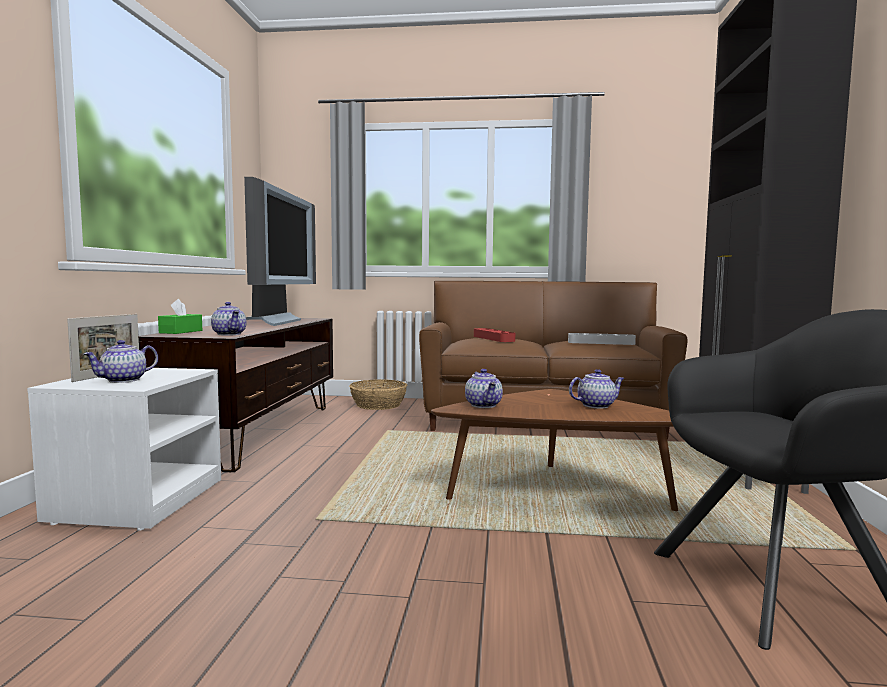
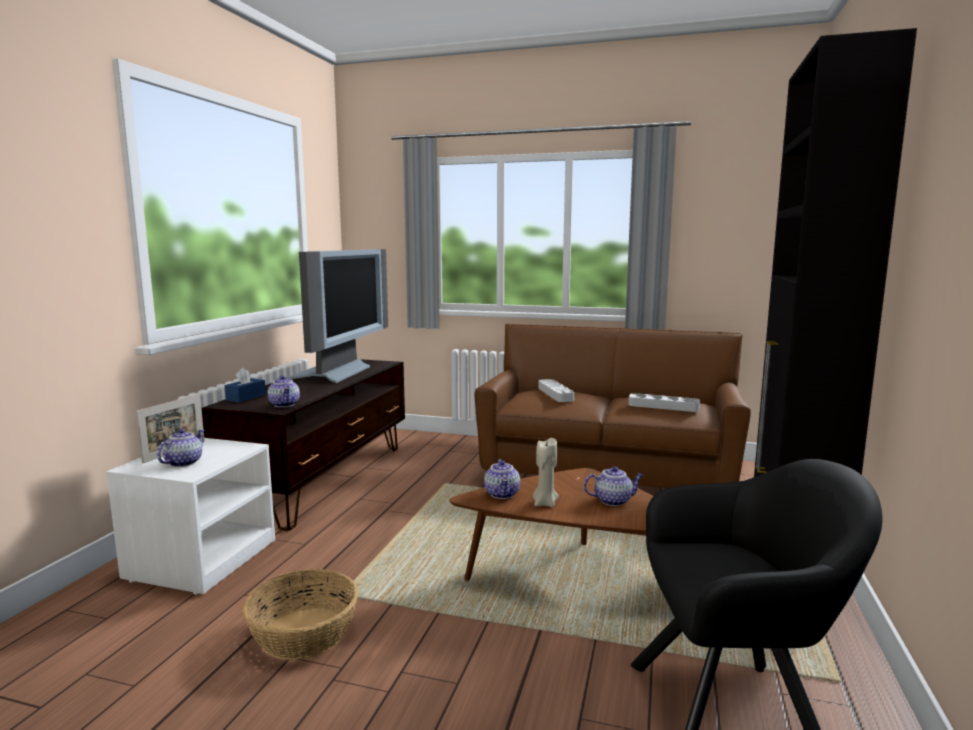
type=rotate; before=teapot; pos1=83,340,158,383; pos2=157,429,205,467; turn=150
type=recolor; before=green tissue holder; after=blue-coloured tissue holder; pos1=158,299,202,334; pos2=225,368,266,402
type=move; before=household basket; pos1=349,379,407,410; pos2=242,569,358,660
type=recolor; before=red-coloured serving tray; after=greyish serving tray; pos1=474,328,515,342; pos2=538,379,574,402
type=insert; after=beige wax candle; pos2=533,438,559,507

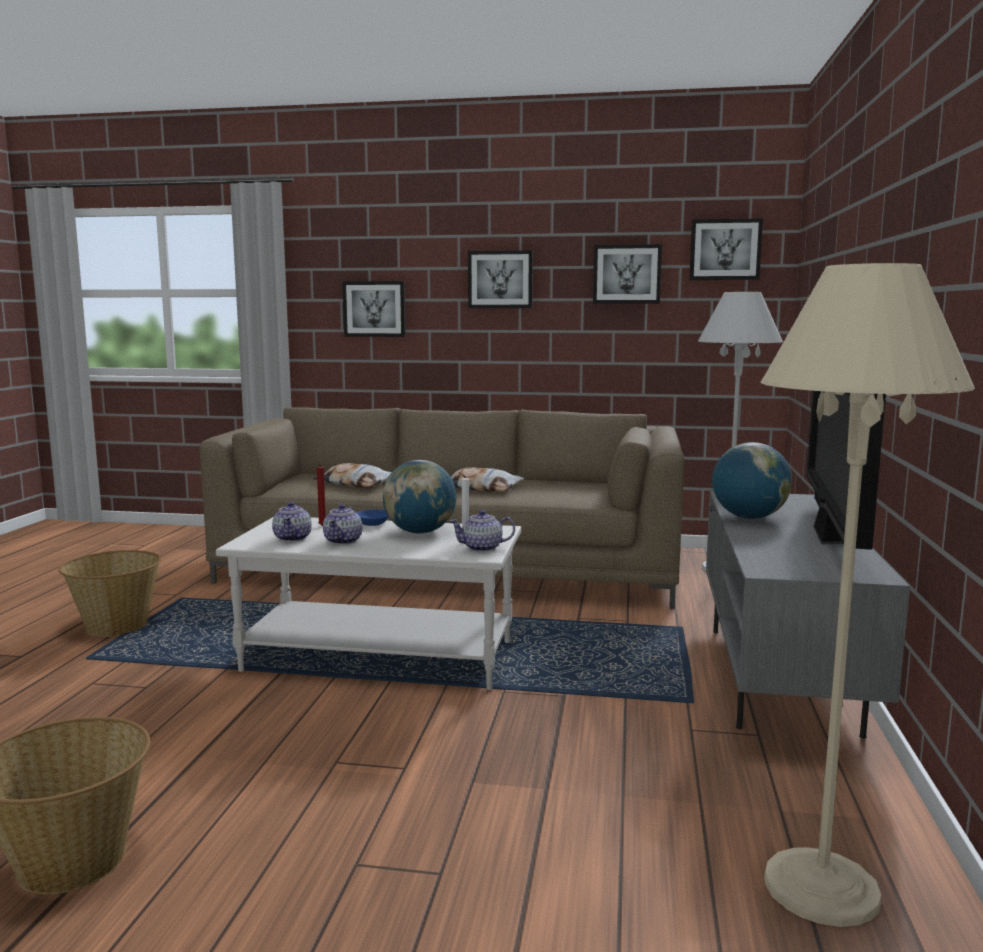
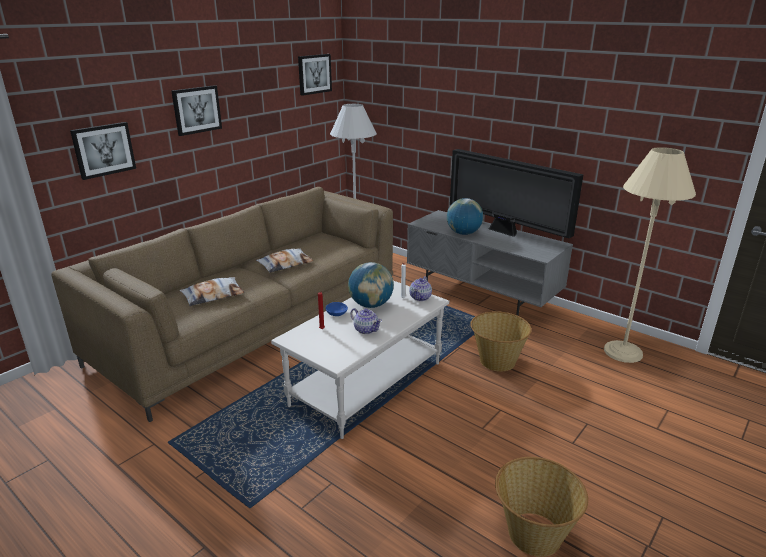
type=move; before=household basket; pos1=58,550,161,637; pos2=470,311,532,372
type=delete; before=teapot; pos1=272,502,312,542
type=delete; before=wall picture; pos1=593,244,662,304

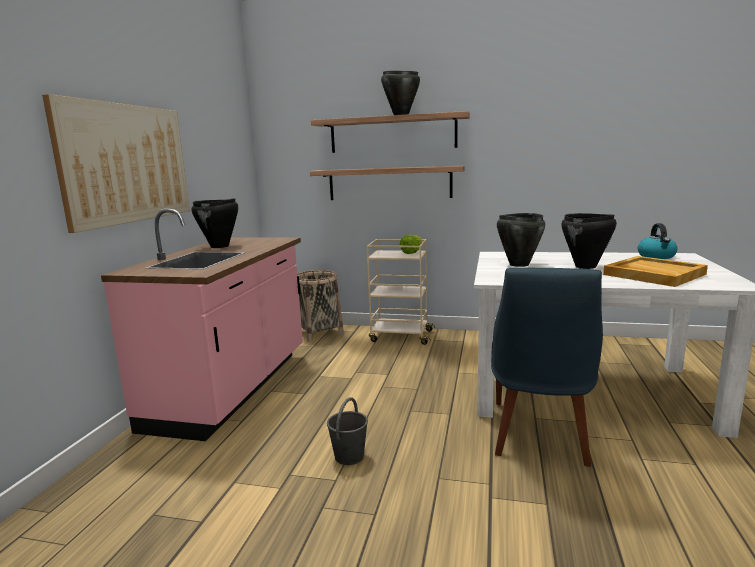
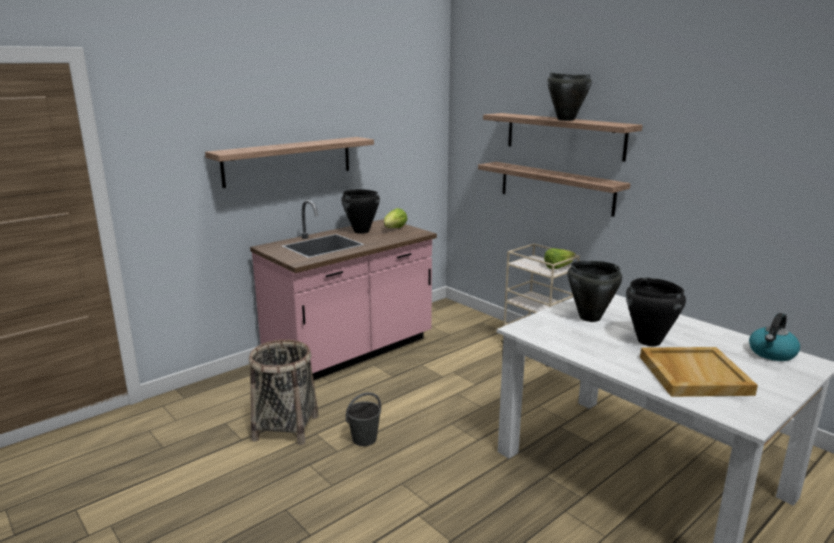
type=replace; before=wall picture; after=shelf; pos1=42,94,190,233; pos2=205,137,374,188
type=move; before=household basket; pos1=297,270,344,342; pos2=249,340,319,445
type=delete; before=blue-coloured upright chair; pos1=491,267,603,467
type=insert; after=head of lettuce; pos2=384,208,408,228

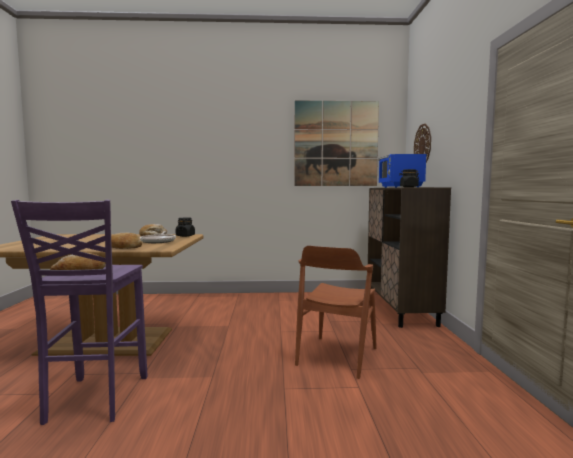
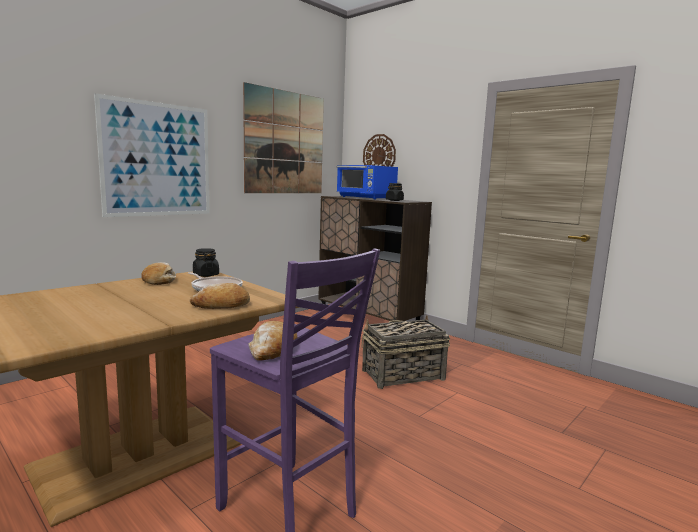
type=replace; before=brown-coloured upright chair; after=household basket; pos1=295,246,377,379; pos2=361,315,450,389
type=insert; after=wall picture; pos2=94,93,210,217

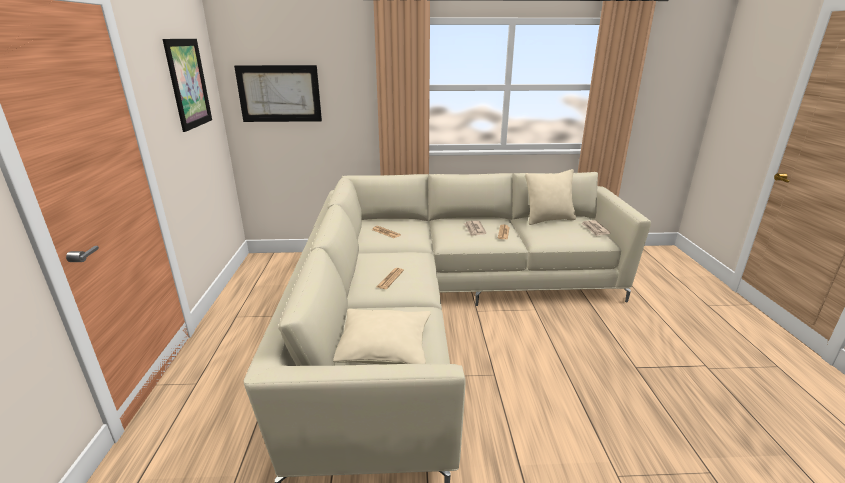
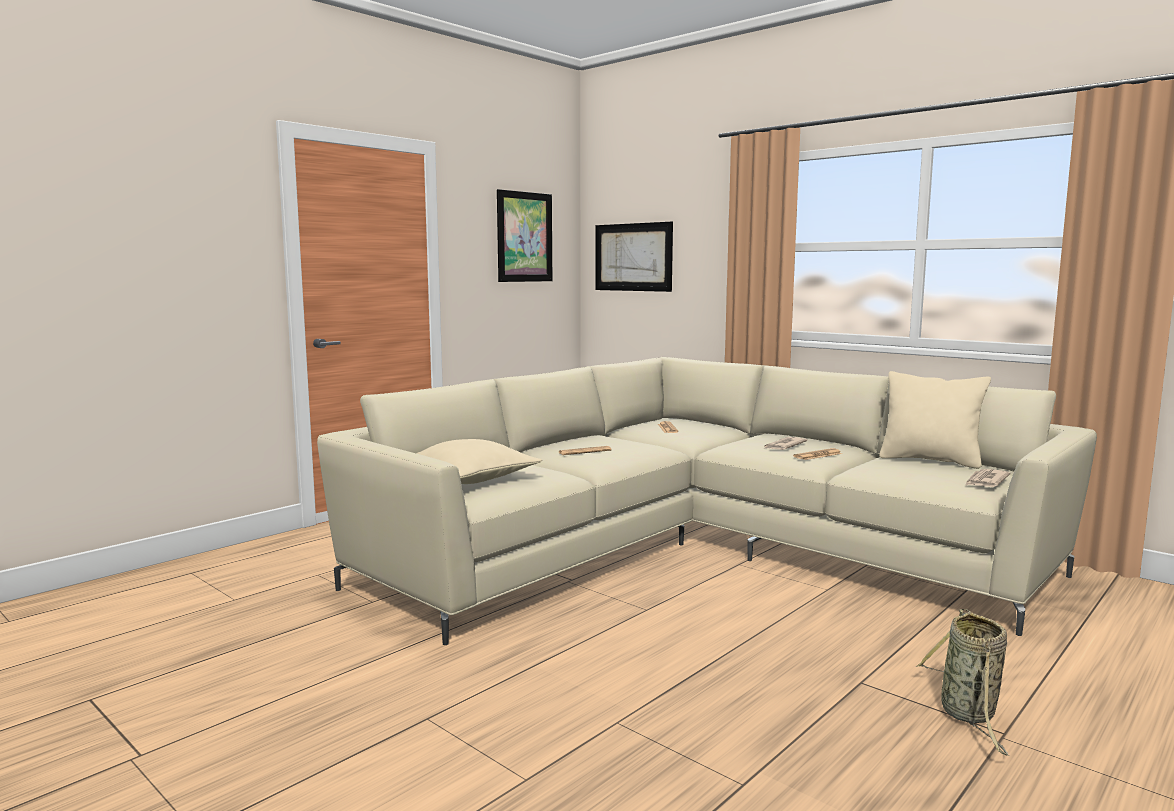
type=insert; after=household basket; pos2=916,609,1010,756

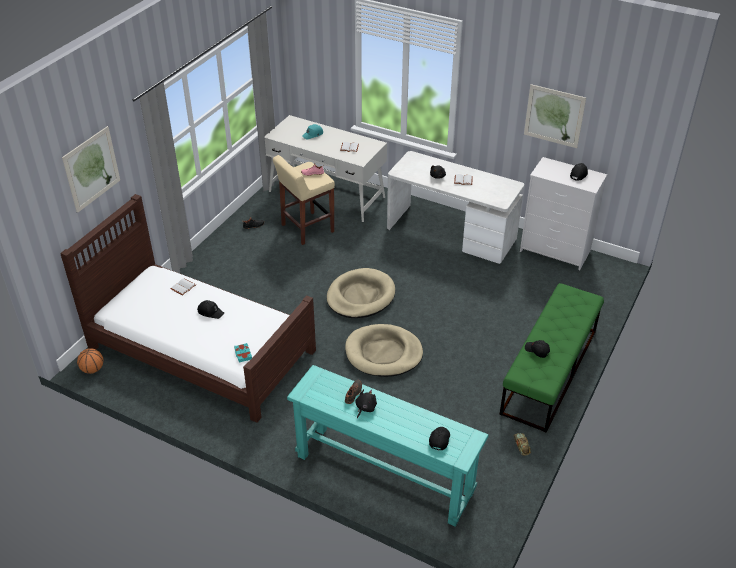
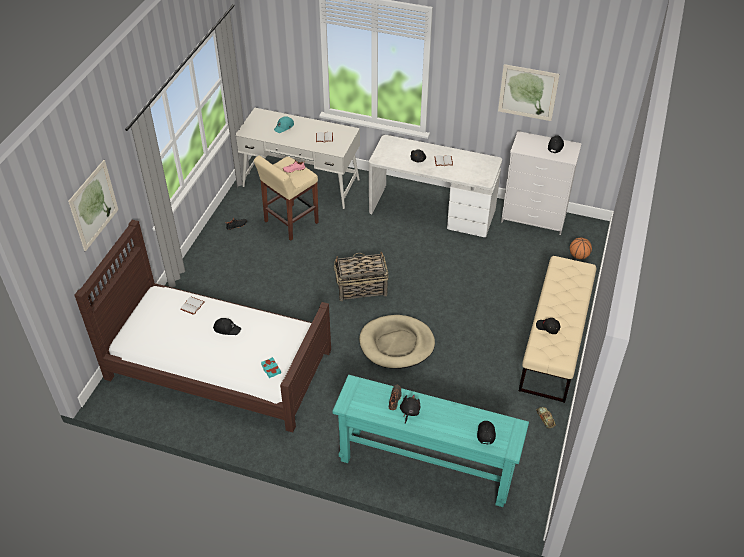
type=move; before=ball for basketball; pos1=77,348,103,374; pos2=570,238,592,259
type=replace; before=beige dog cushion; after=household basket; pos1=327,268,395,318; pos2=334,251,388,301
type=recolor; before=green long seat; after=beige long seat; pos1=500,283,604,433; pos2=519,256,597,403

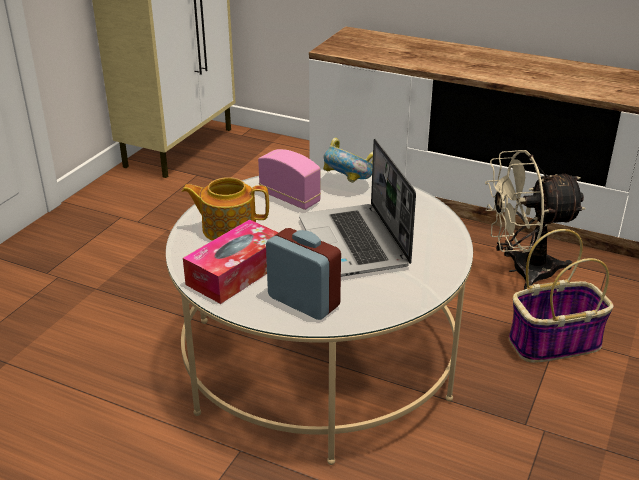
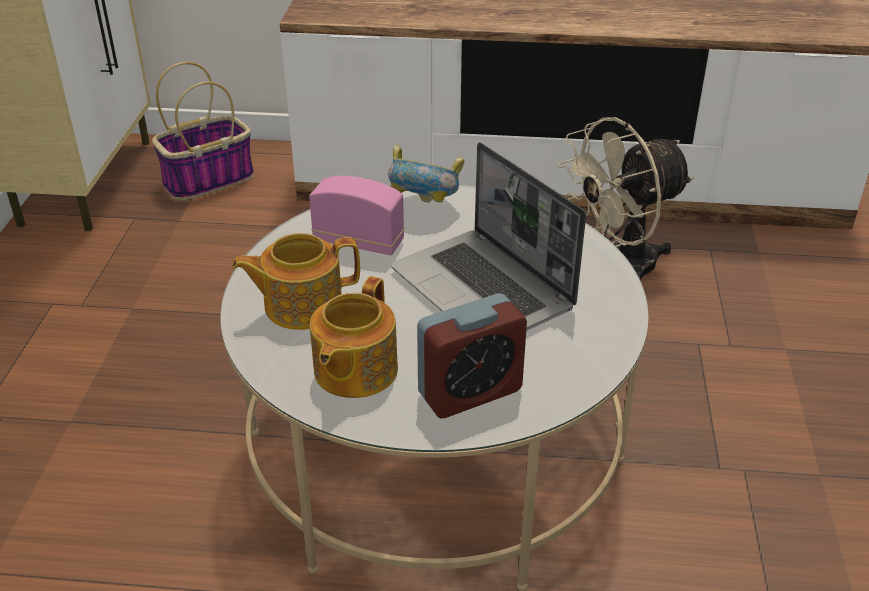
type=replace; before=tissue holder; after=teapot; pos1=183,219,278,304; pos2=310,276,398,398
type=rotate; before=alarm clock; pos1=266,228,341,320; pos2=417,293,527,418; turn=135
type=move; before=household basket; pos1=509,229,614,363; pos2=152,62,254,201

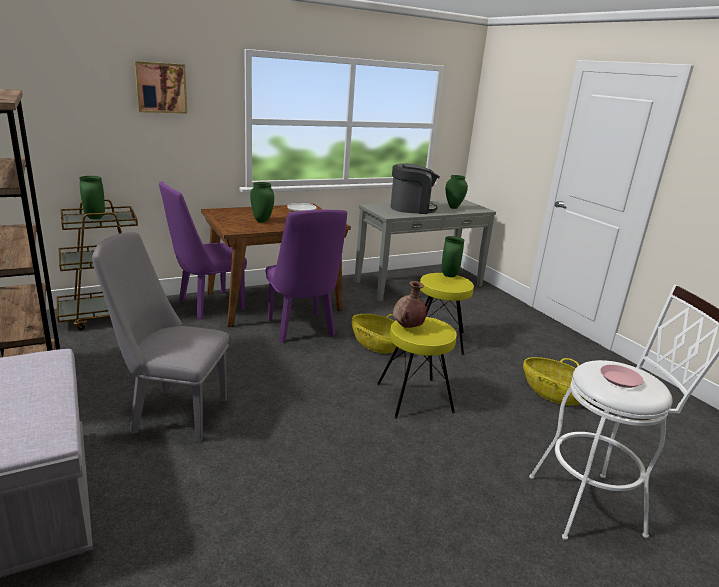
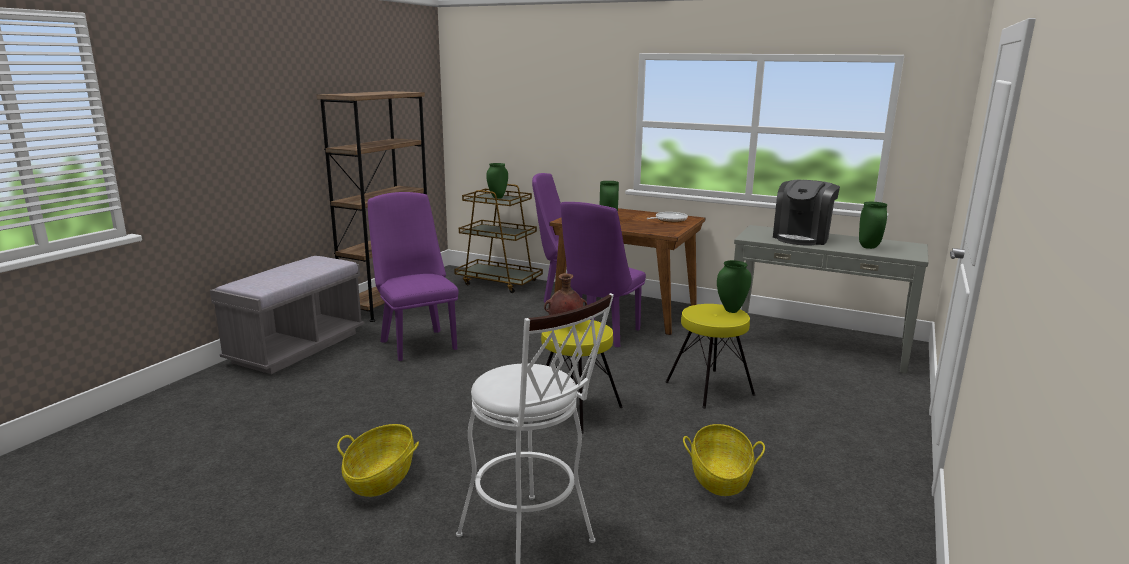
type=recolor; before=greyish upright chair; after=purplish upright chair; pos1=92,232,229,442; pos2=368,192,458,361
type=delete; before=wall picture; pos1=134,61,187,114
type=move; before=household basket; pos1=352,314,397,354; pos2=337,424,419,497
type=rotate; before=coffee brewer; pos1=390,163,440,214; pos2=773,180,840,246; turn=75
type=delete; before=pink plate; pos1=600,365,644,388

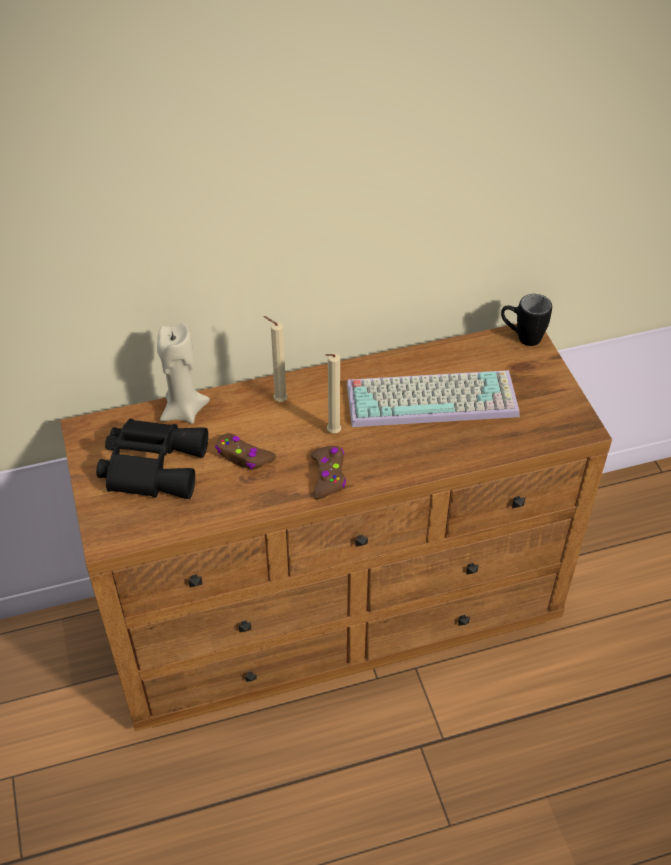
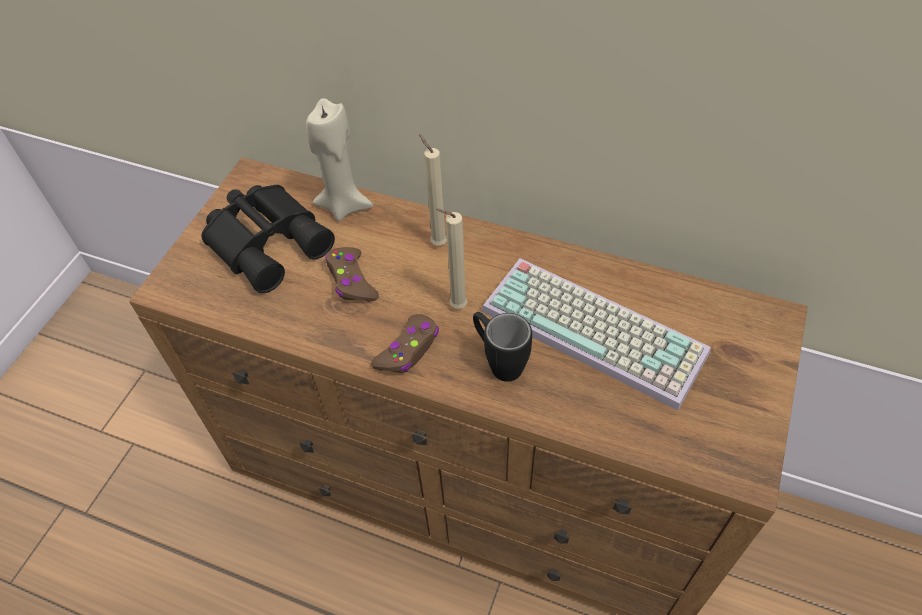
type=move; before=black-coloured tea mug; pos1=501,294,552,346; pos2=473,312,532,382

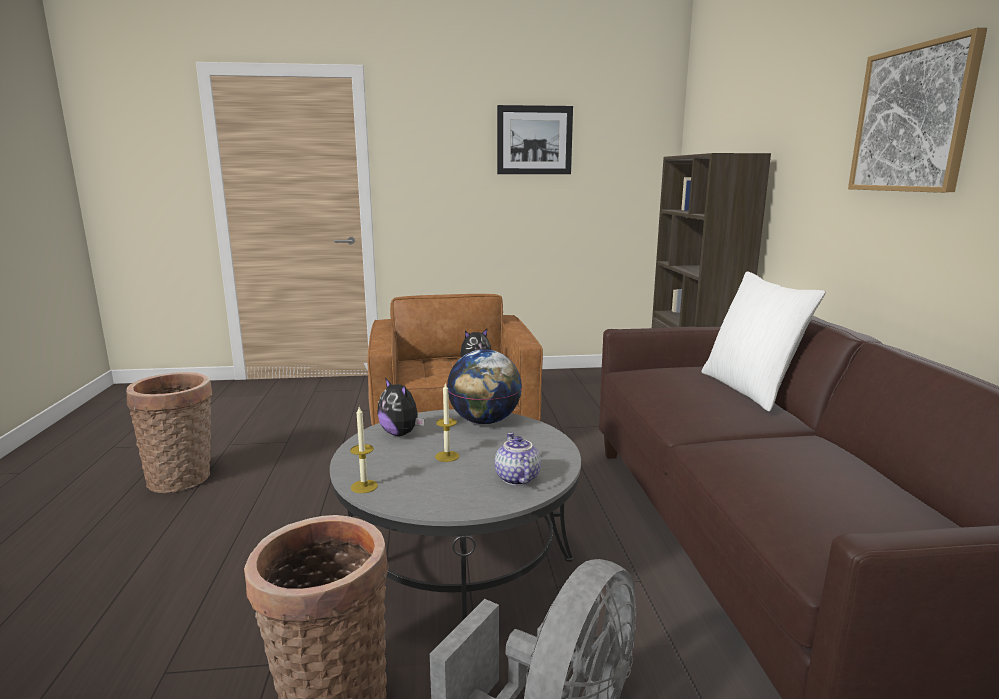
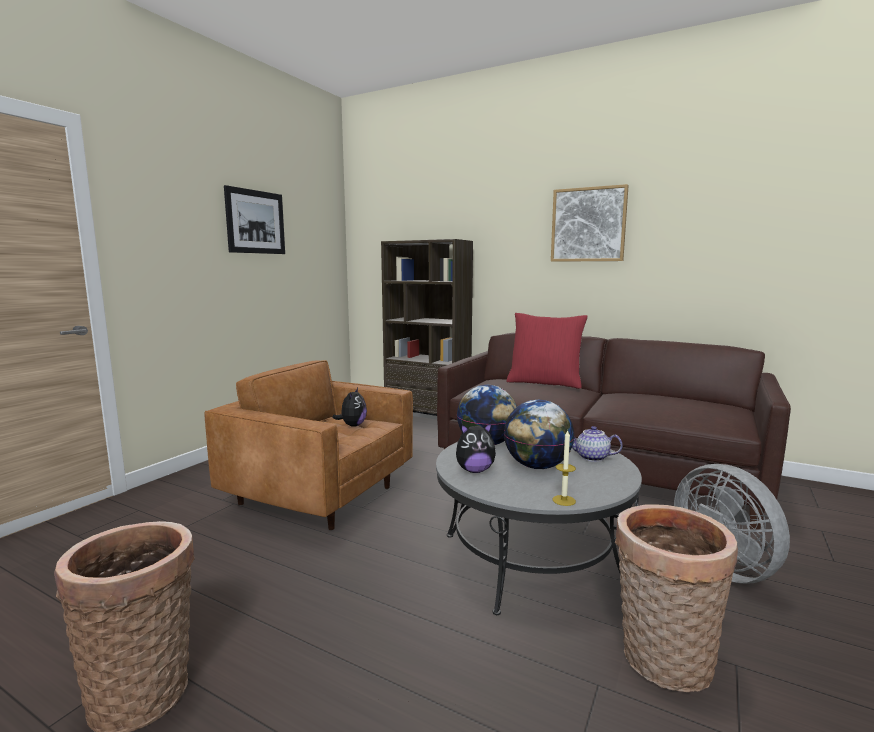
type=replace; before=wax candle; after=desk globe; pos1=435,382,459,462; pos2=504,400,575,469
type=recolor; before=white-coloured cushion; after=red-coloured cushion; pos1=702,271,826,412; pos2=506,313,588,389

